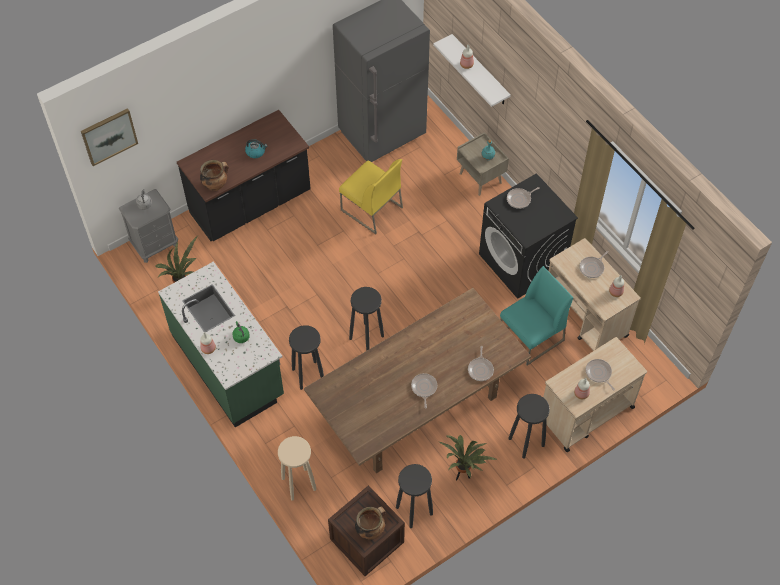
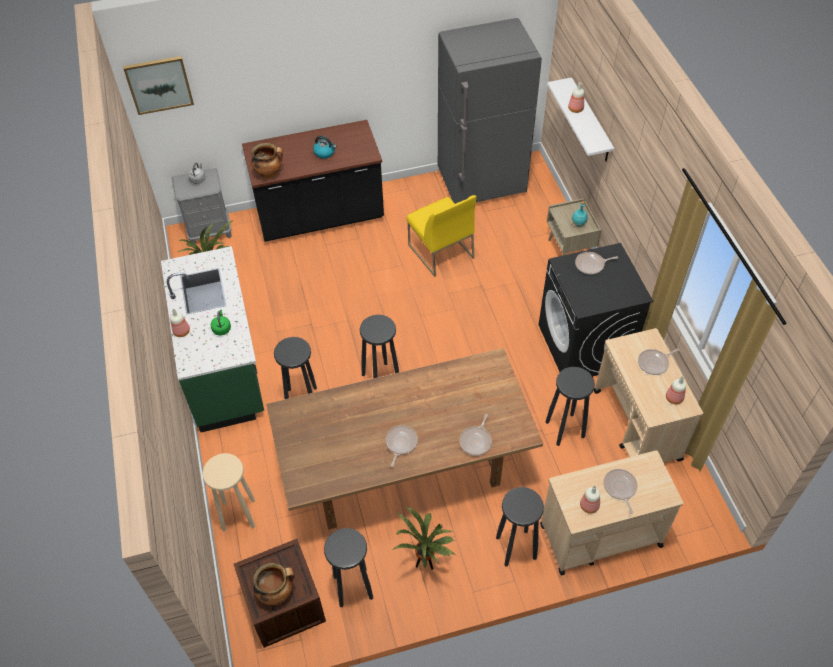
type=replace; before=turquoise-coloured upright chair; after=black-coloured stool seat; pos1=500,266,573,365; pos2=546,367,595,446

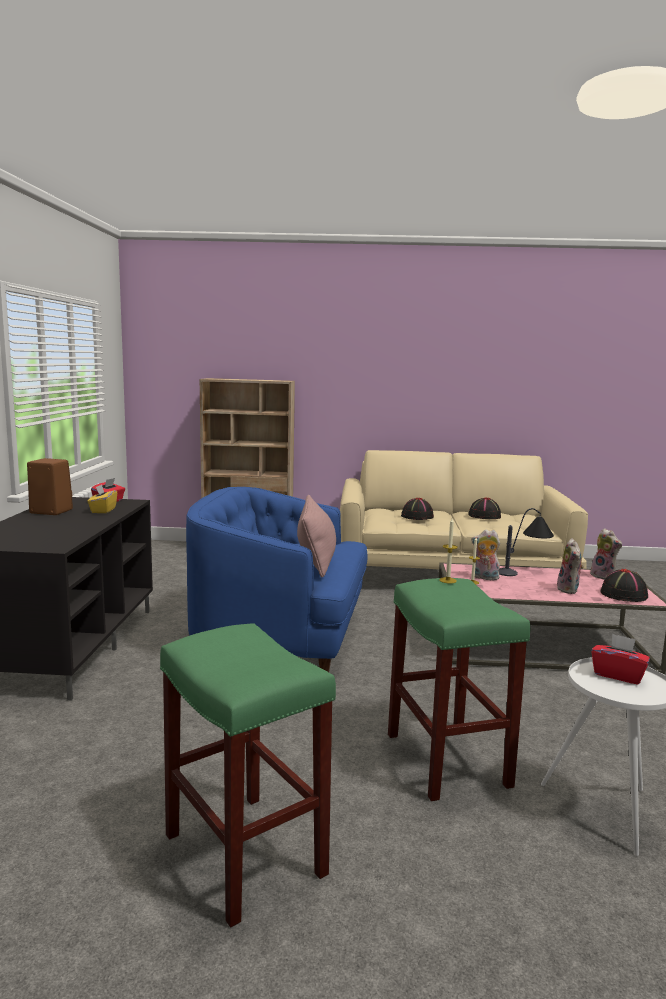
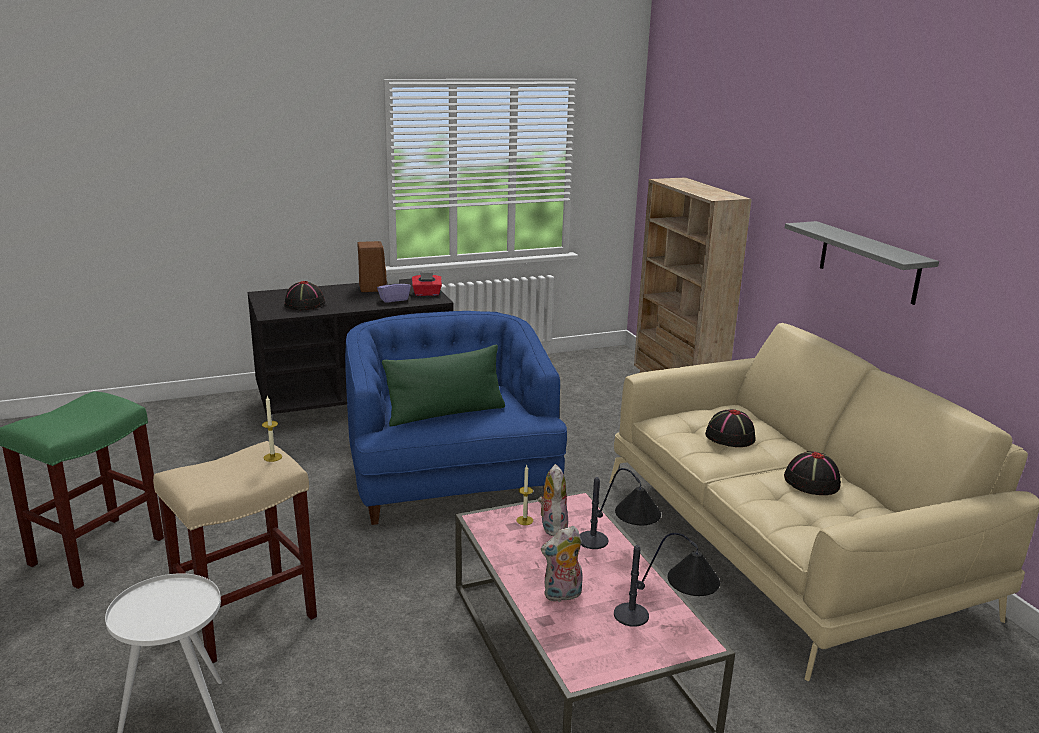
type=recolor; before=yellow-coloured tissue holder; after=purplish tissue holder; pos1=87,484,117,513; pos2=377,276,411,302
type=recolor; before=pink cushion; after=green cushion; pos1=297,495,336,577; pos2=382,345,505,426
type=recolor; before=green stool seat; after=beige stool seat; pos1=388,578,530,801; pos2=153,441,317,663
type=replace; before=plush toy; after=tabletop lamp; pos1=590,528,622,580; pos2=614,533,720,627
type=delete; before=red-coloured tissue holder; pos1=591,634,650,684
type=move; before=black-coloured hat; pos1=600,569,648,602; pos2=284,281,325,310
type=insert; after=greyish shelf; pos2=785,221,939,305

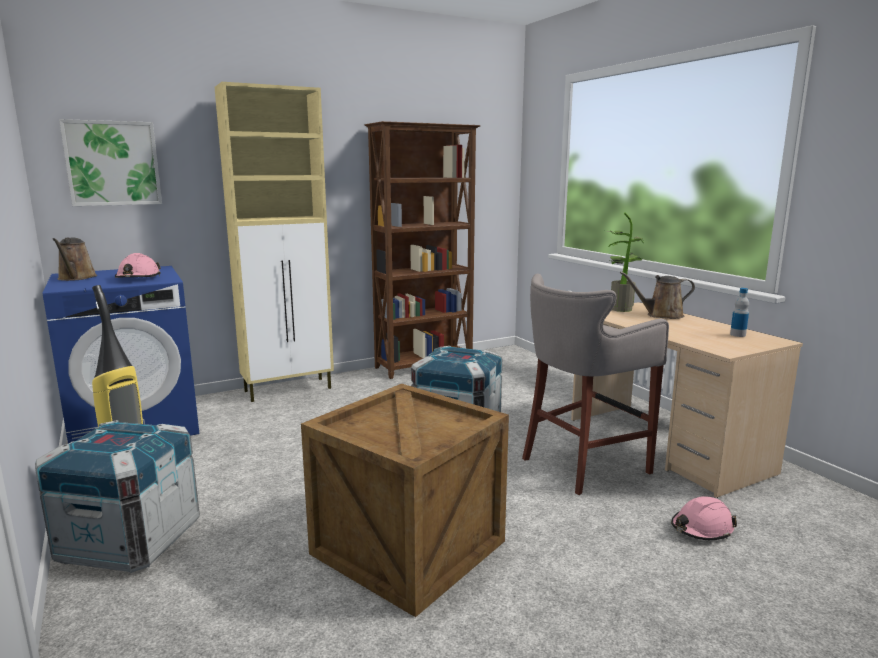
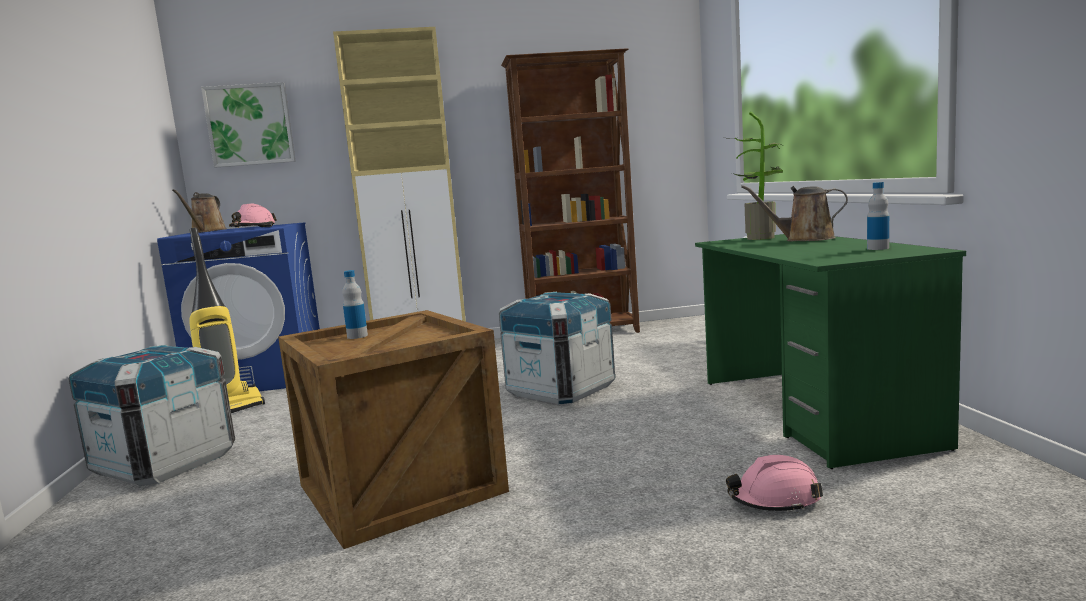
type=delete; before=greyish stool seat; pos1=522,274,669,495
type=recolor; before=beige desk; after=green desk; pos1=571,302,803,498; pos2=695,234,966,469
type=insert; after=drink bottle; pos2=342,270,368,339

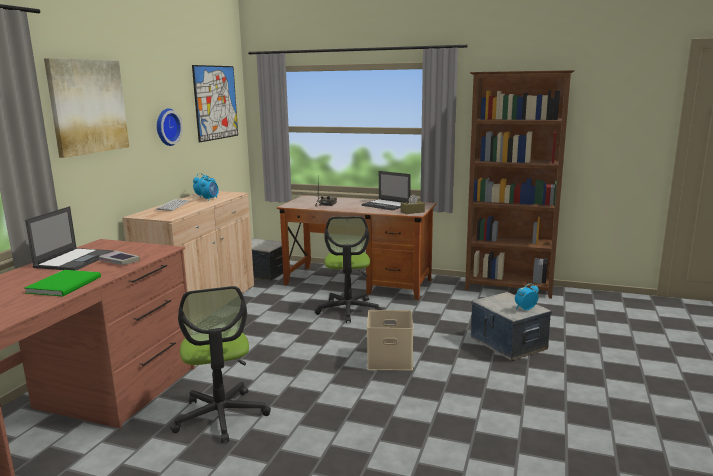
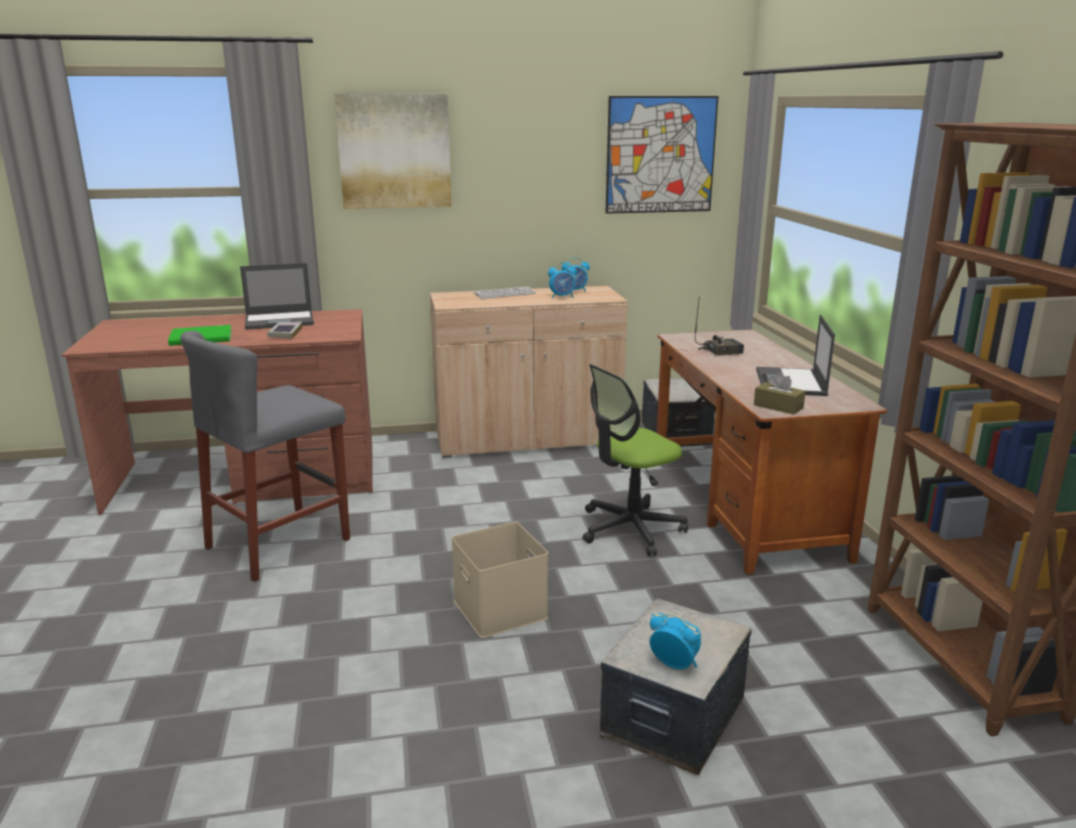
type=delete; before=wall clock; pos1=157,108,183,146
type=replace; before=computer chair; after=greyish stool seat; pos1=170,286,271,443; pos2=180,331,350,582

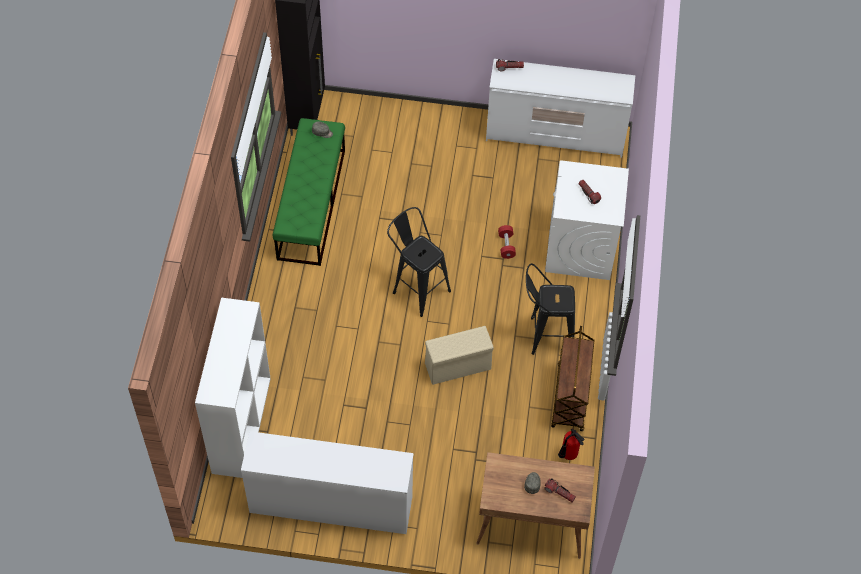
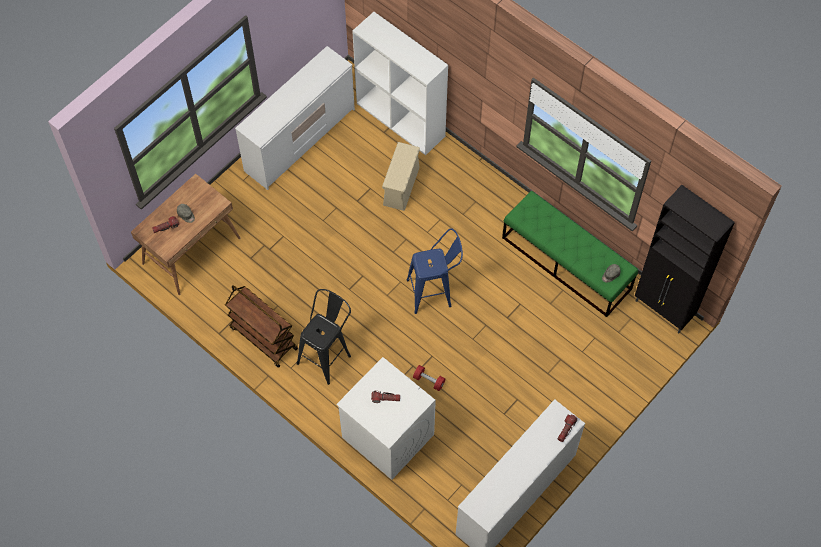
type=recolor; before=black-coloured stool seat; after=blue-coloured stool seat; pos1=387,207,451,317; pos2=407,228,463,314
type=move; before=beige storage box; pos1=425,326,494,385; pos2=382,142,420,211
type=delete; before=fire-fighting cylinder; pos1=558,429,584,460

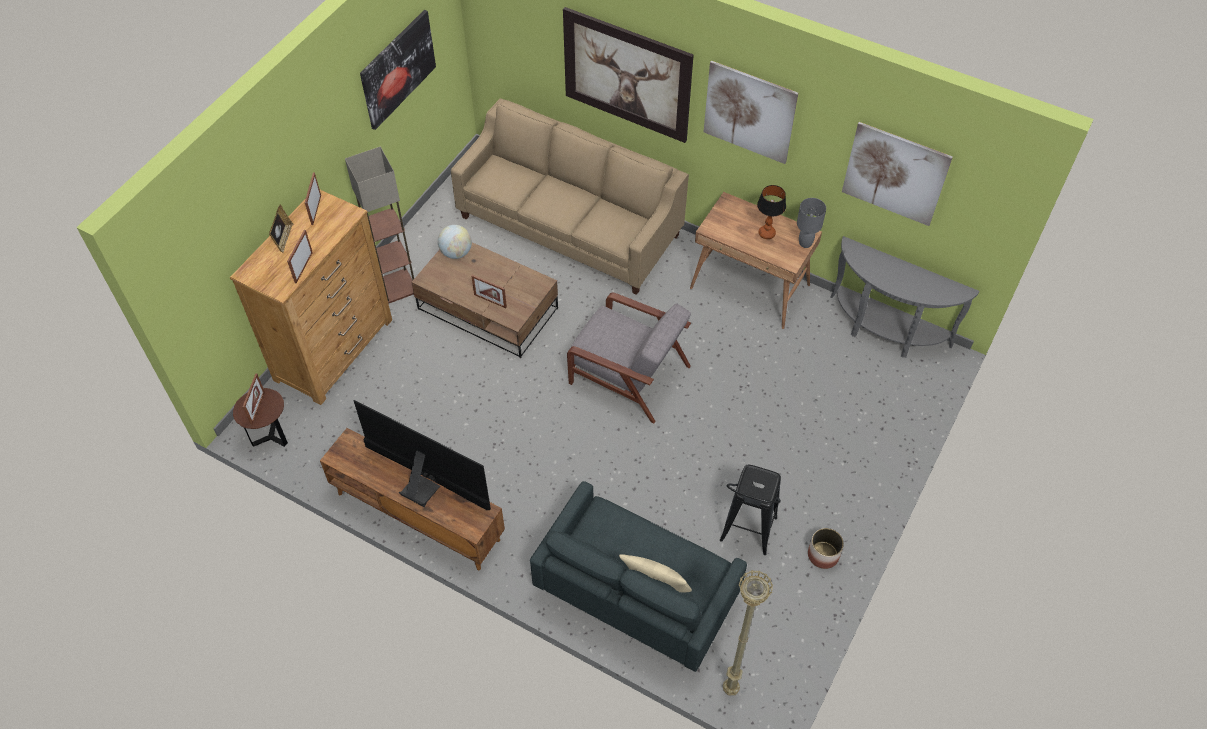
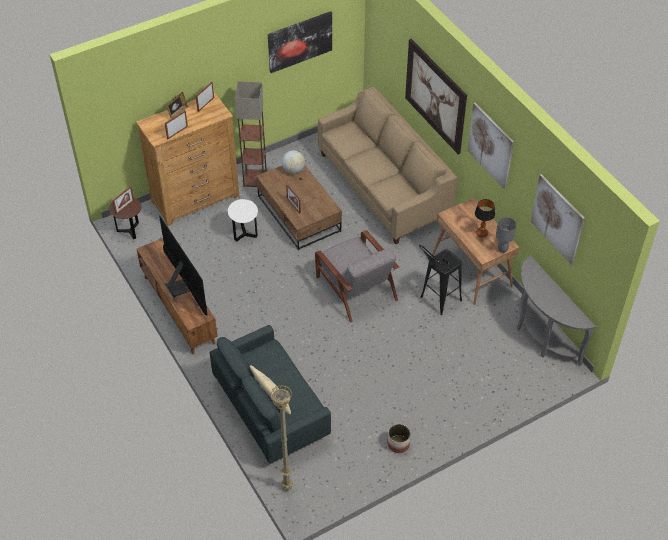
type=move; before=black-coloured stool seat; pos1=720,465,781,555; pos2=419,245,462,315
type=insert; after=white-coloured accent table; pos2=228,199,258,241

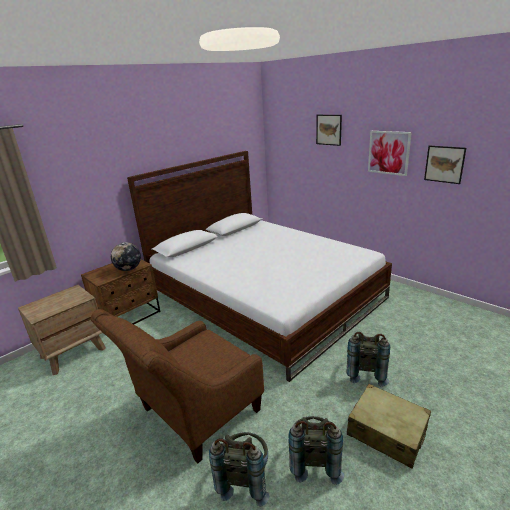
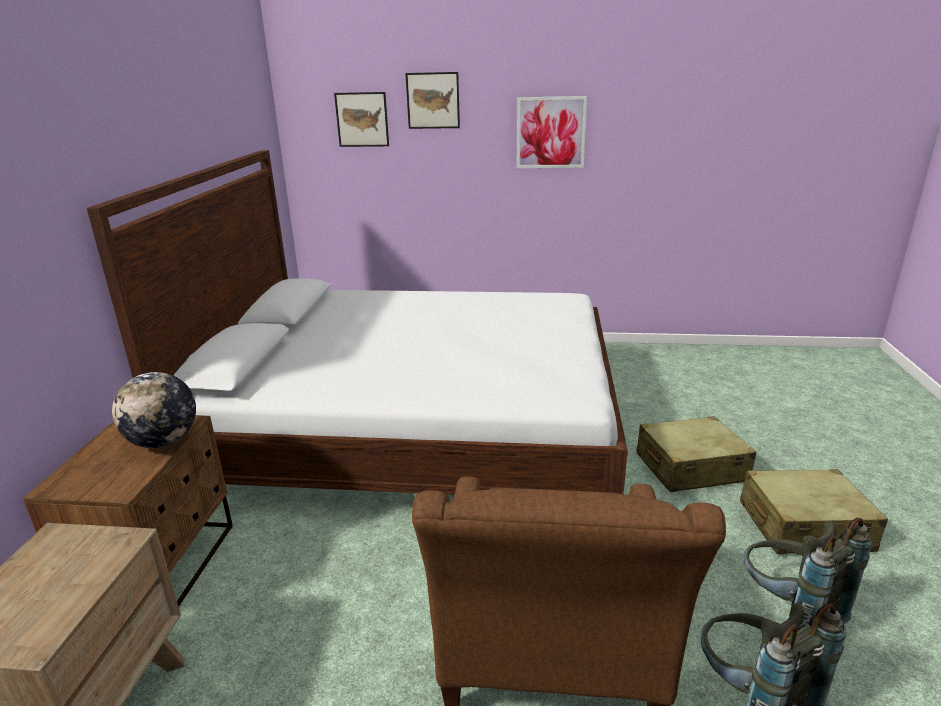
type=replace; before=greyish backpack; after=beige piece of luggage; pos1=347,332,390,387; pos2=636,416,756,492
type=move; before=wall picture; pos1=424,146,466,184; pos2=334,92,389,147

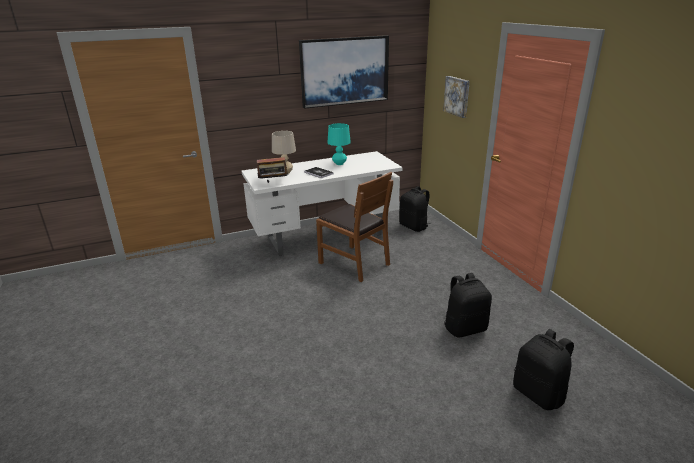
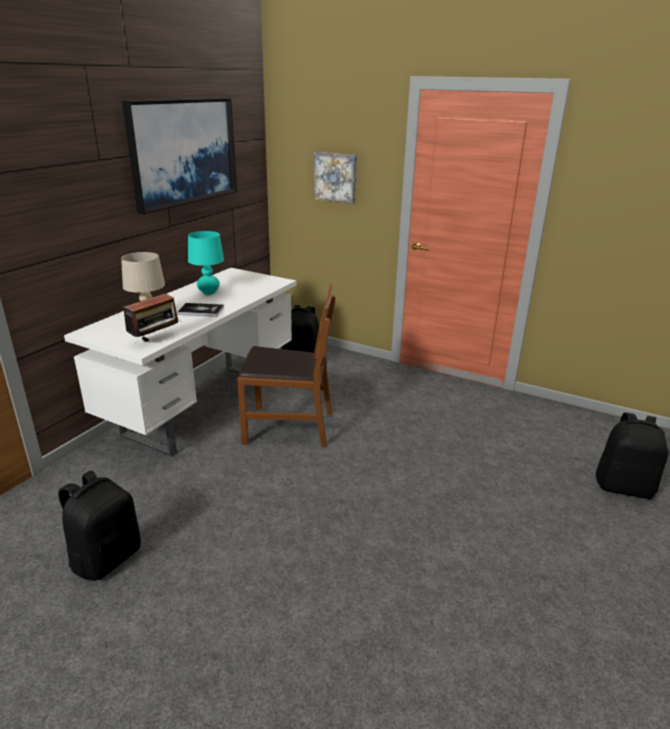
type=move; before=black-coloured backpack; pos1=444,273,492,338; pos2=58,470,141,581

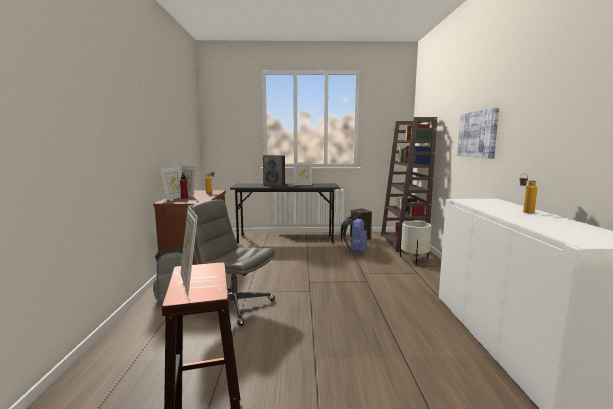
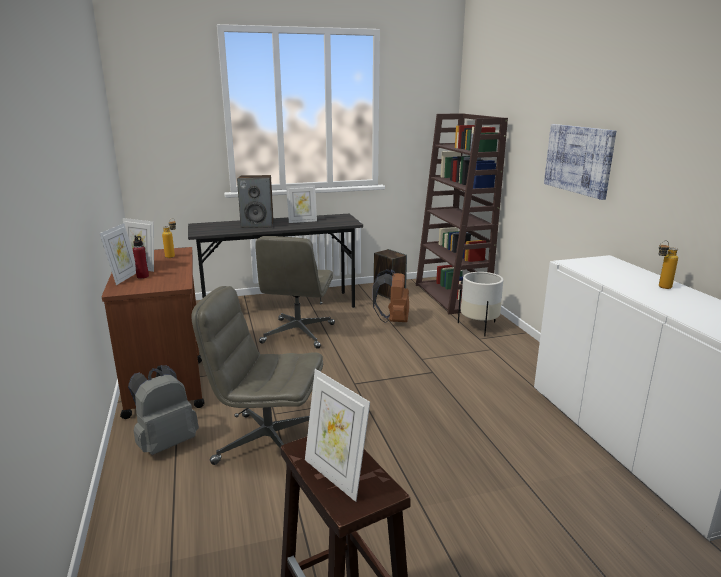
type=recolor; before=blue-coloured backpack; after=brown-coloured backpack; pos1=341,216,367,252; pos2=373,269,409,323
type=insert; after=greyish computer chair; pos2=255,236,335,349

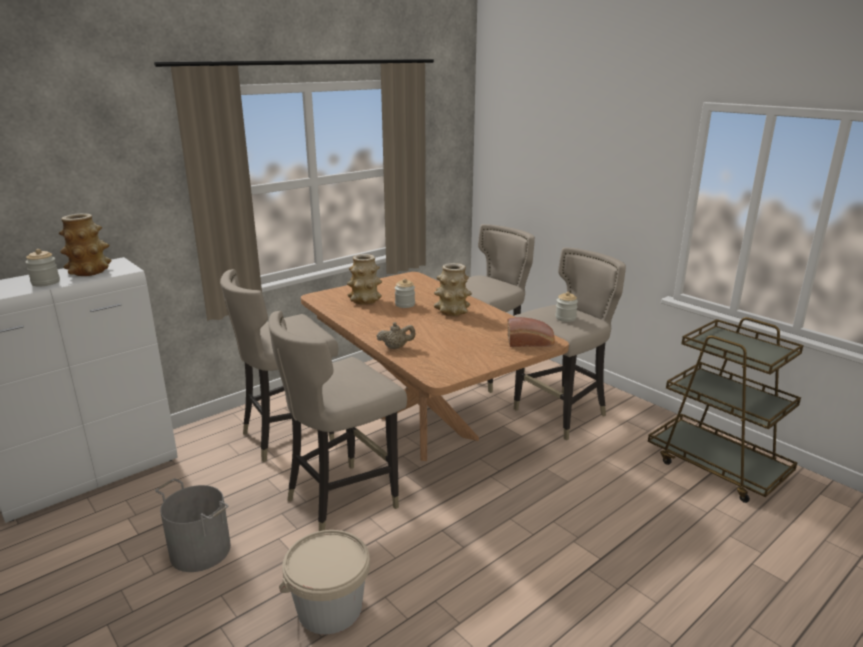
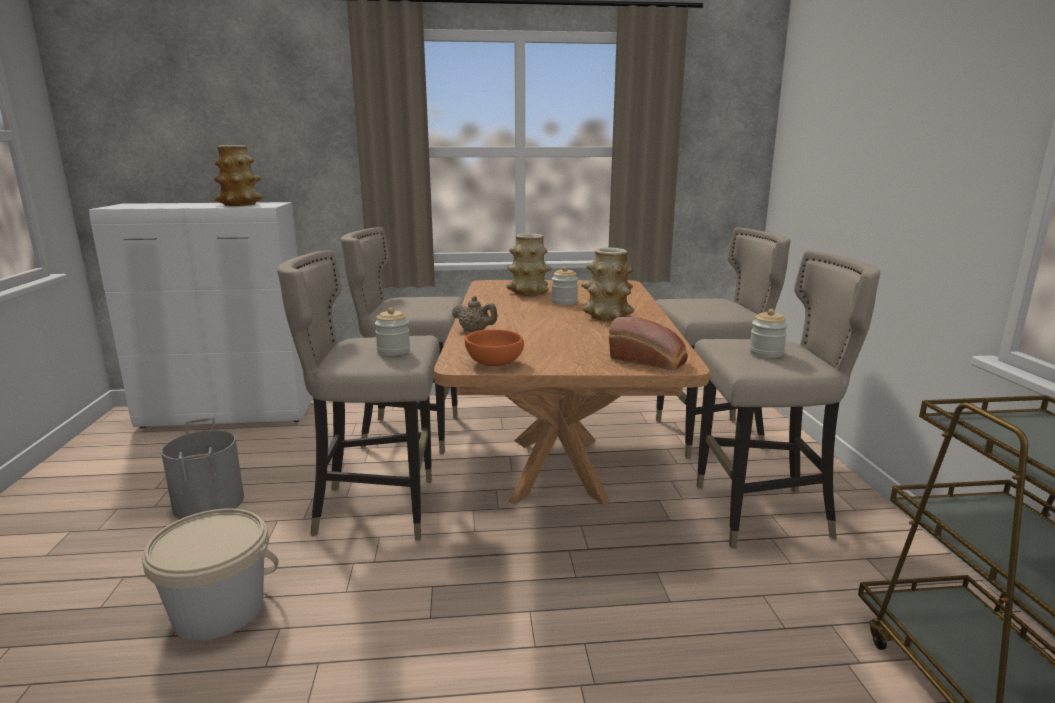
type=move; before=preserve jar; pos1=25,249,60,286; pos2=375,307,410,356
type=insert; after=orange bowl; pos2=465,329,524,366

